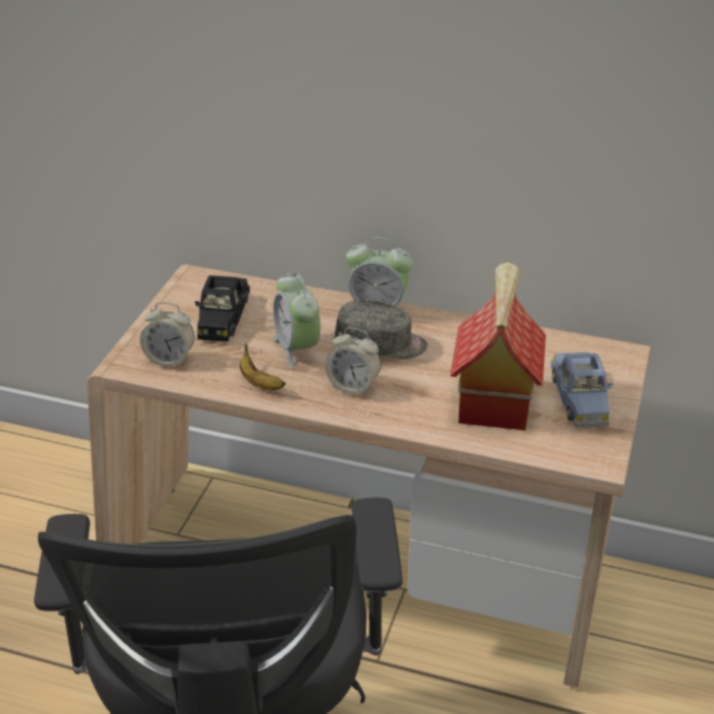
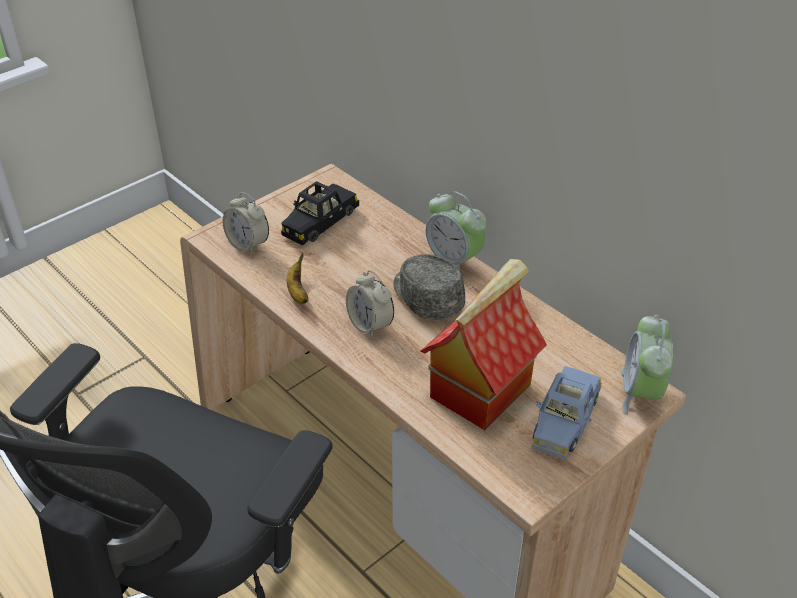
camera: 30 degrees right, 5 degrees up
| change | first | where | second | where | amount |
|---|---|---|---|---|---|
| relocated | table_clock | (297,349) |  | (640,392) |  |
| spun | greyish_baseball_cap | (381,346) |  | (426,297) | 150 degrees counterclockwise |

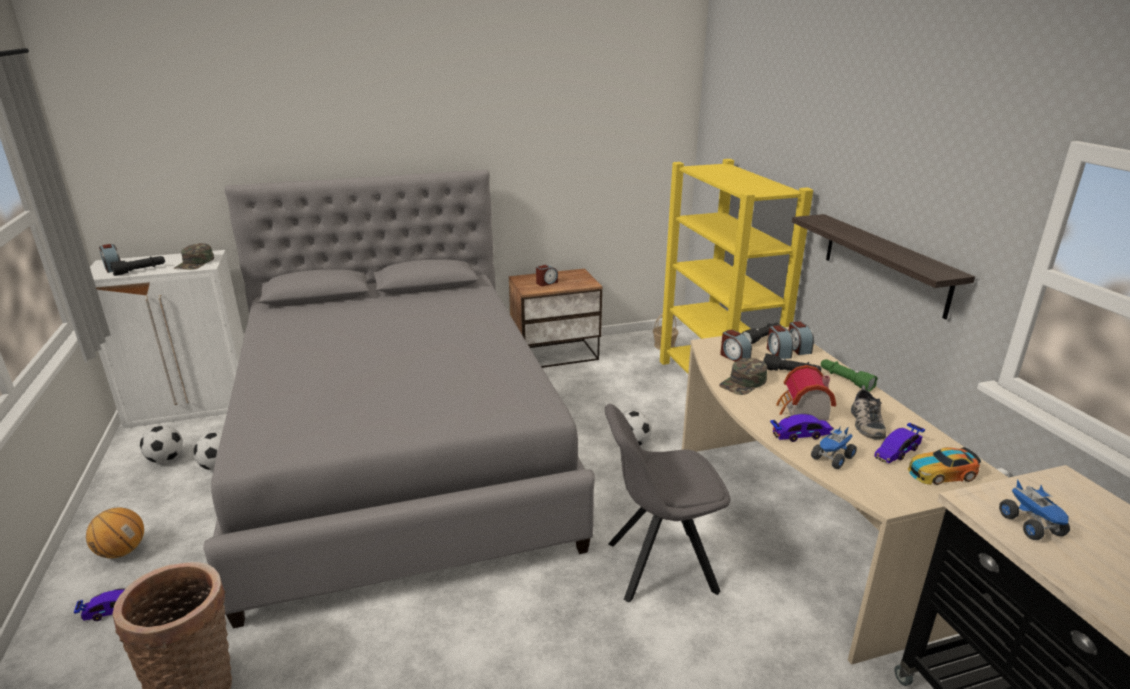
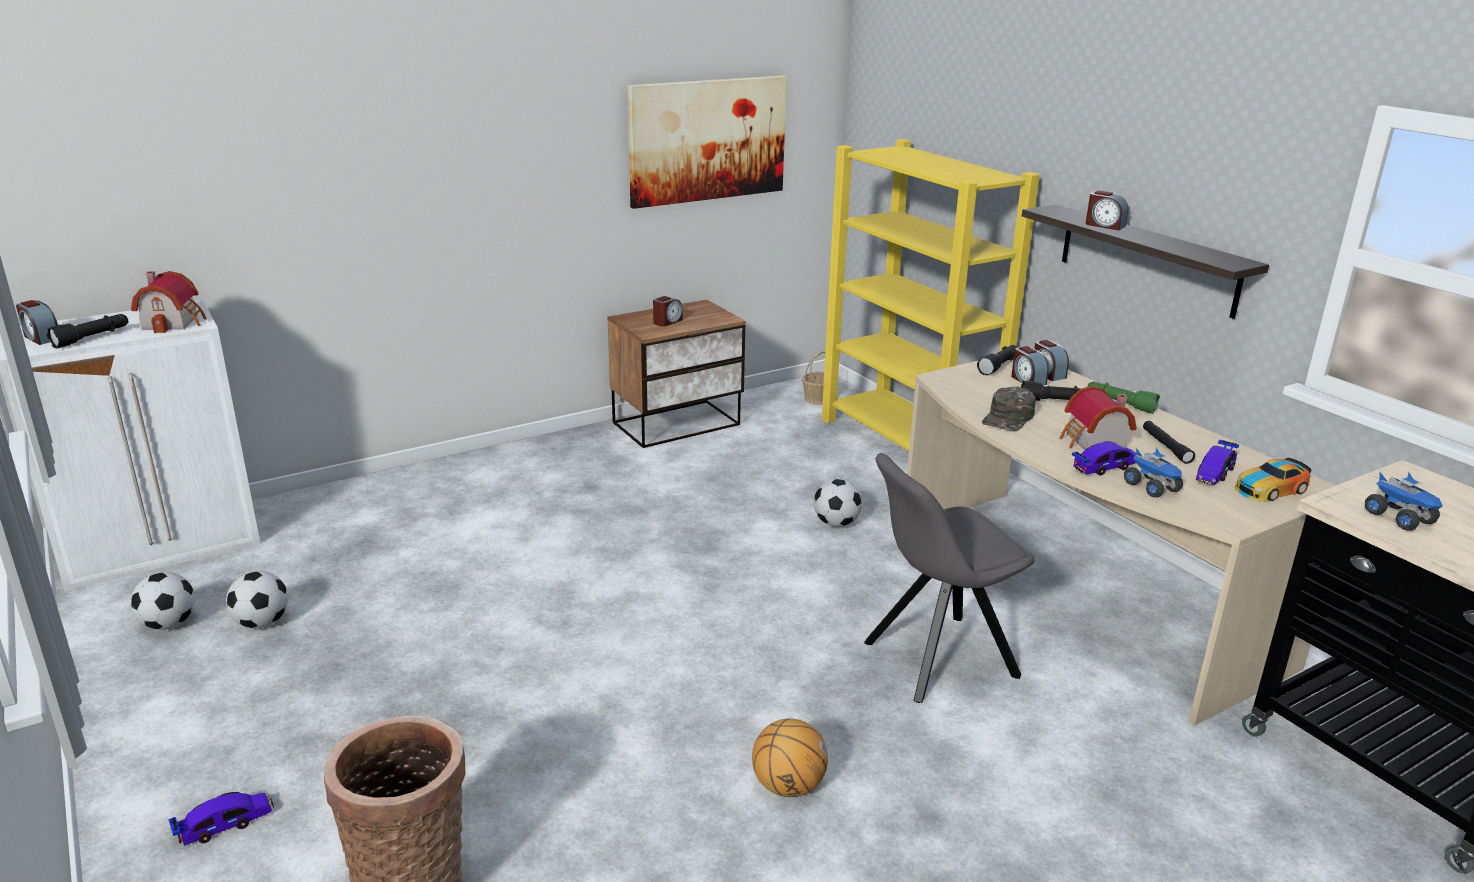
camera: 15 degrees left, 0 degrees up
| change | first | where | second | where | amount |
|---|---|---|---|---|---|
| missing | greyish_bed | (400,450) |  |  |  |
| exchanged | green_baseball_cap | (195,263) | model_house | (174,322) |  |
| relocated | table_clock | (734,357) |  | (1104,225) |  |
| exchanged | shoe | (865,422) | blackish_torch | (1166,447) |  |
| spun | model_truck | (832,458) |  | (1152,487) | 60 degrees counterclockwise |
| relocated | basketball_ball | (121,551) |  | (787,786) |  |
| appeared |  |  | picture | (707,140) |  |

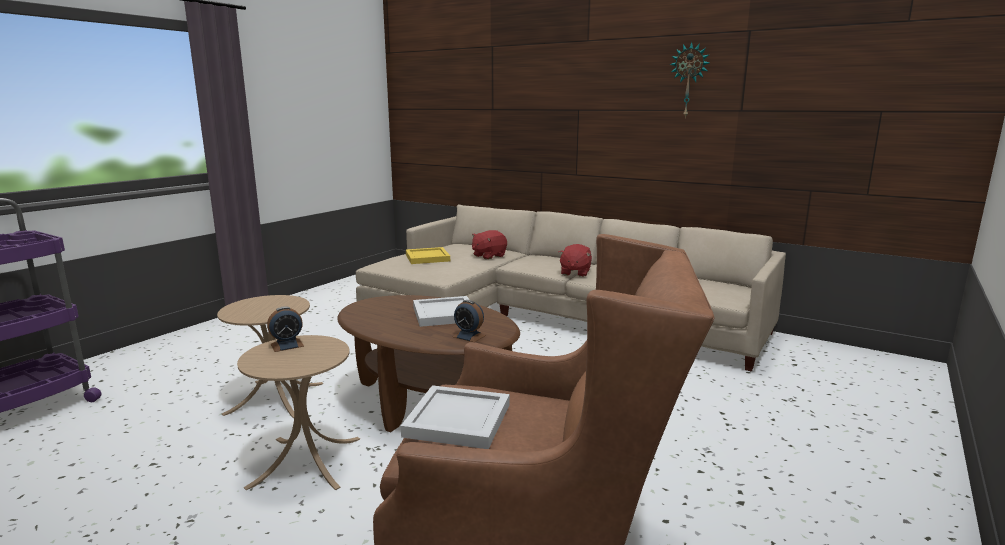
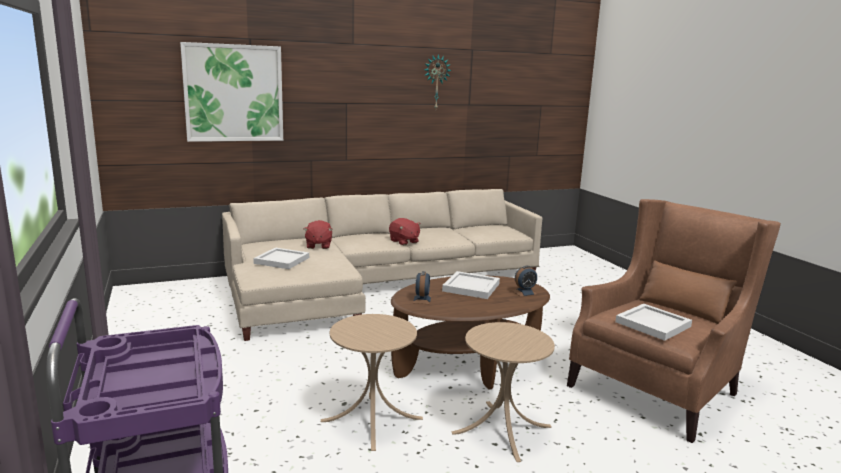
camera: 55 degrees left, 0 degrees up
| change | first | where | second | where | amount |
|---|---|---|---|---|---|
| colour | yellowish_serving_tray | (427,258) | white-coloured_serving_tray | (282,261) |  |
| relocated | table_clock | (287,345) |  | (422,300) |  |
| appeared |  |  | picture | (234,93) |  |

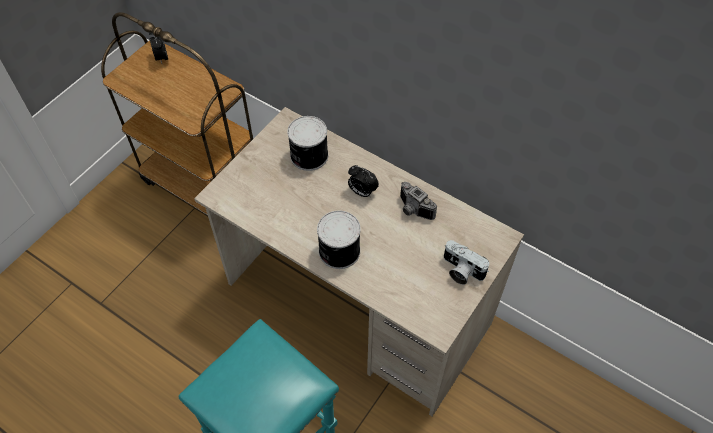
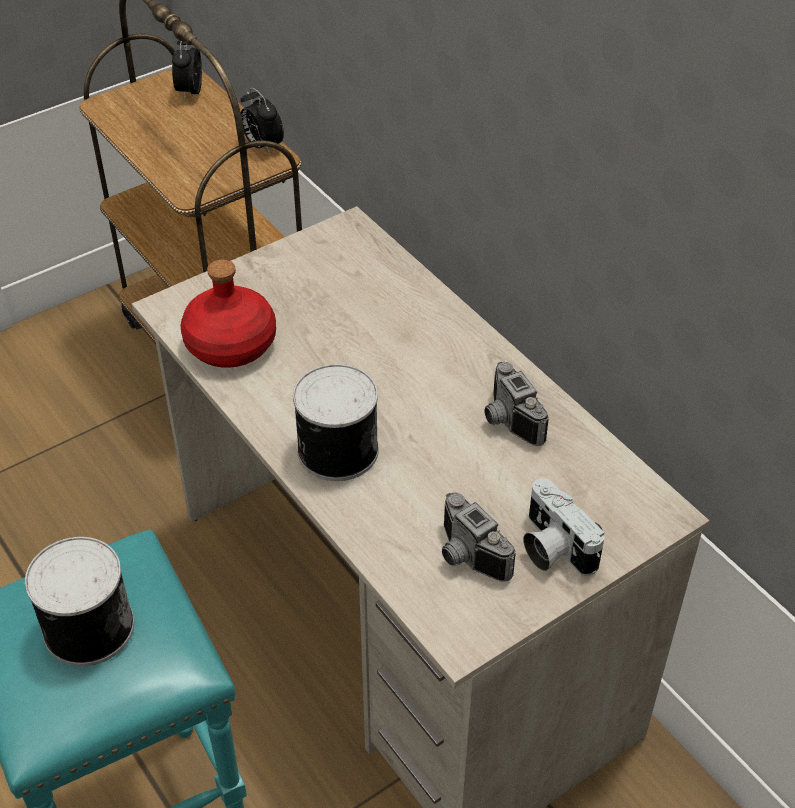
camera: 20 degrees right, 10 degrees down
| change | first | where | second | where | amount |
|---|---|---|---|---|---|
| relocated | can | (308,155) |  | (86,627) |  |
| relocated | table_clock | (362,192) |  | (262,146) |  |
| appeared |  |  | red_beverage_bottle | (230,343) |  |
| appeared |  |  | photo_camera | (466,557) |  |

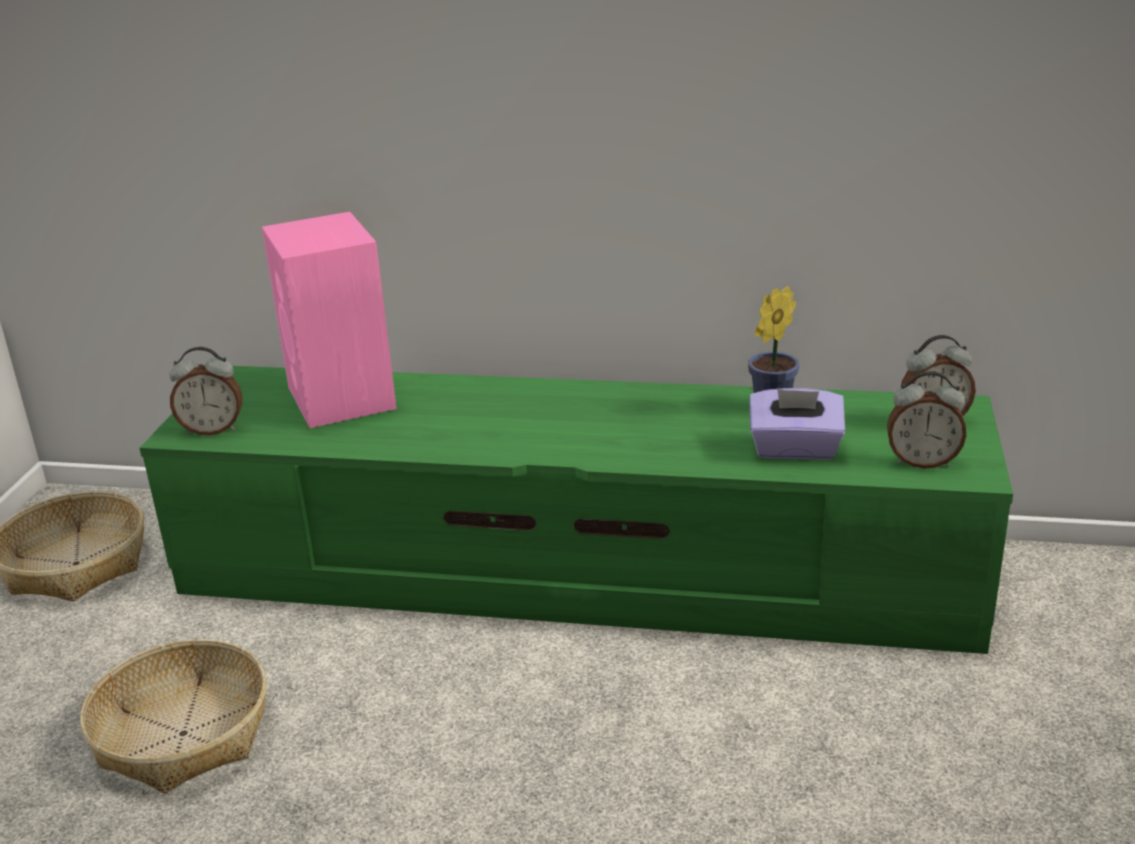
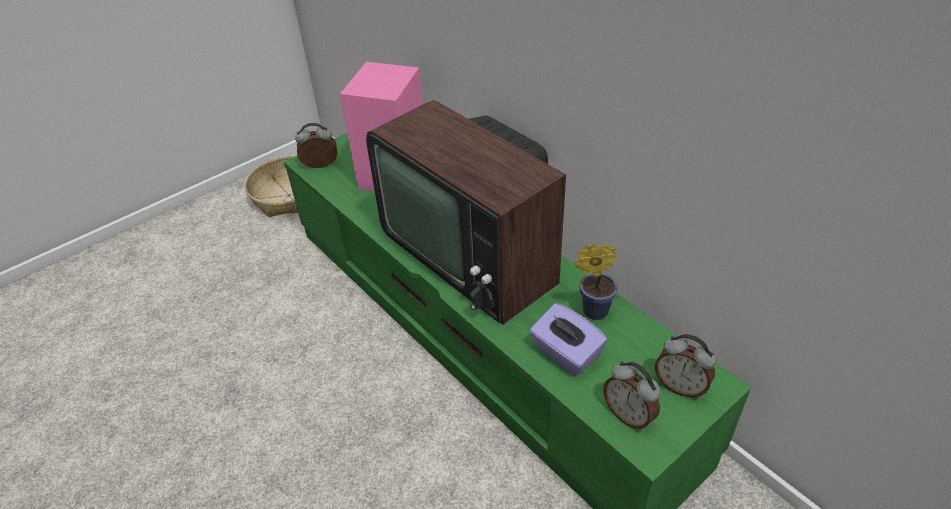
camera: 40 degrees right, 15 degrees up
| change | first | where | second | where | amount |
|---|---|---|---|---|---|
| spun | table_clock | (213,430) |  | (320,166) | 135 degrees clockwise |
| missing | storage_basket | (183,733) |  |  |  |
| appeared |  |  | television | (474,249) |  |

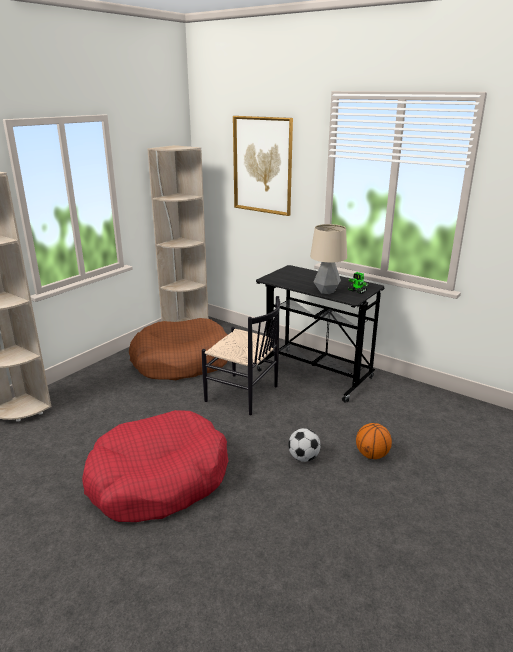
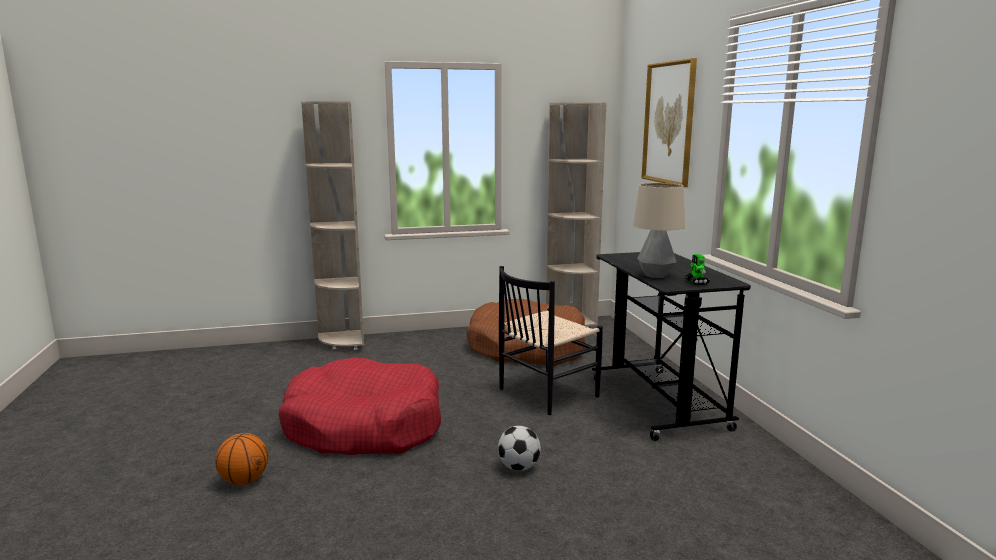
camera: 40 degrees right, 10 degrees down
| change | first | where | second | where | amount |
|---|---|---|---|---|---|
| spun | blackish_chair | (244,395) |  | (545,394) | 75 degrees clockwise |
| relocated | basketball_ball | (372,455) |  | (244,481) |  |

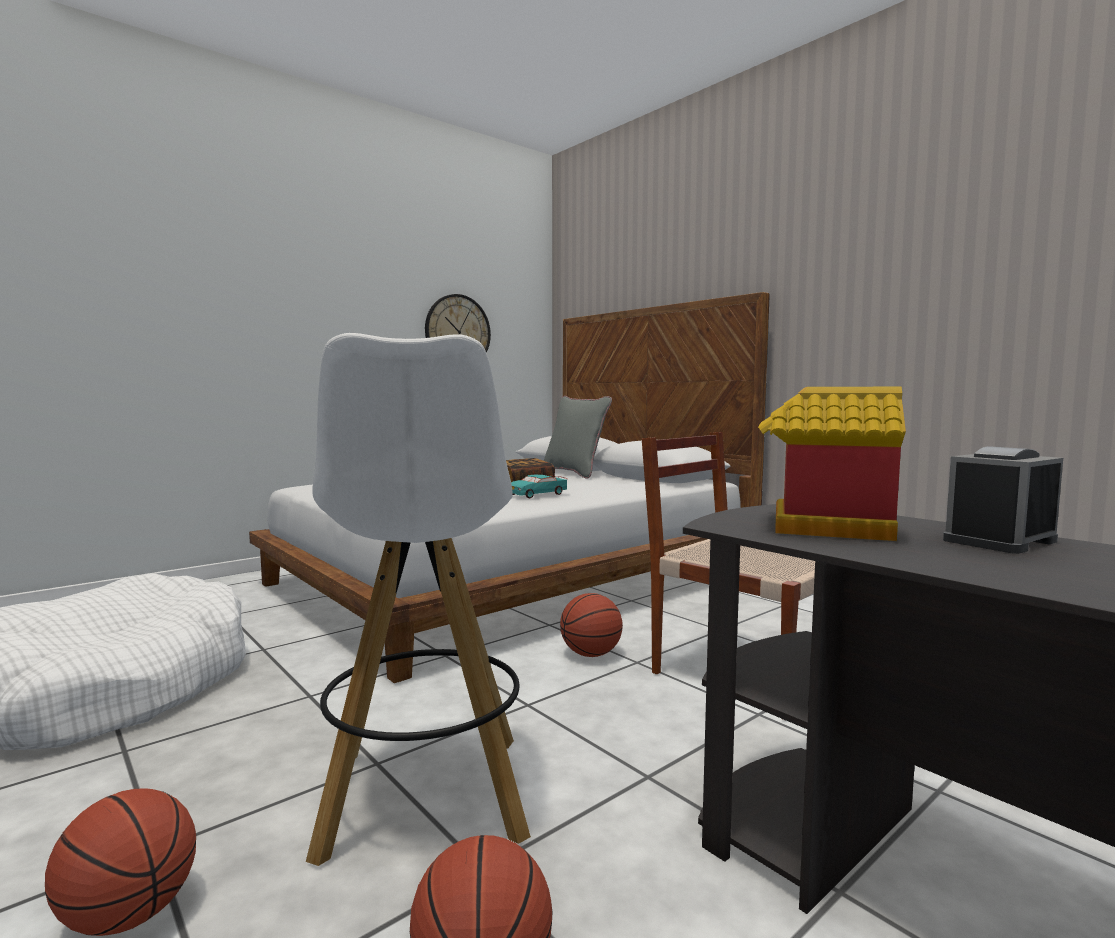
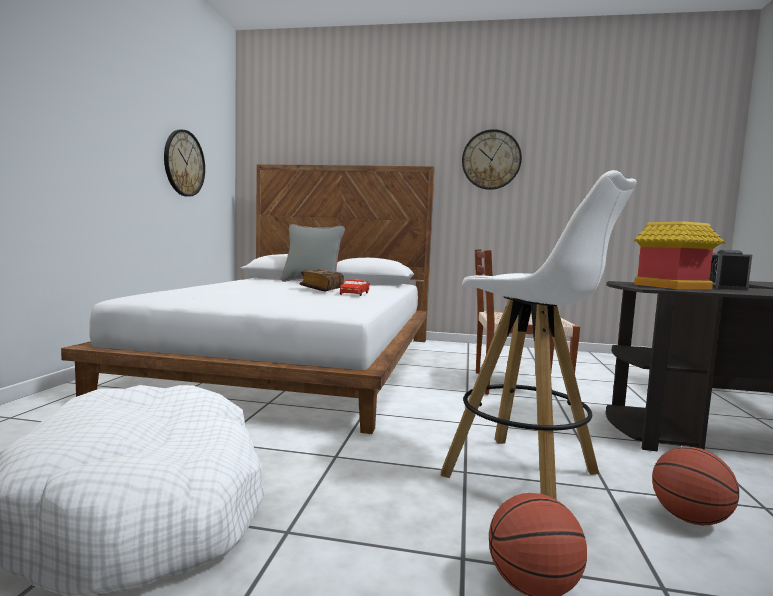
camera: 40 degrees left, 0 degrees up
| change | first | where | second | where | amount |
|---|---|---|---|---|---|
| colour | blue-green_toy_car | (537,494) | red_toy_car | (354,293) |  |
| missing | basketball_ball | (591,654) |  |  |  |
| appeared |  |  | wall_clock | (491,160) |  |

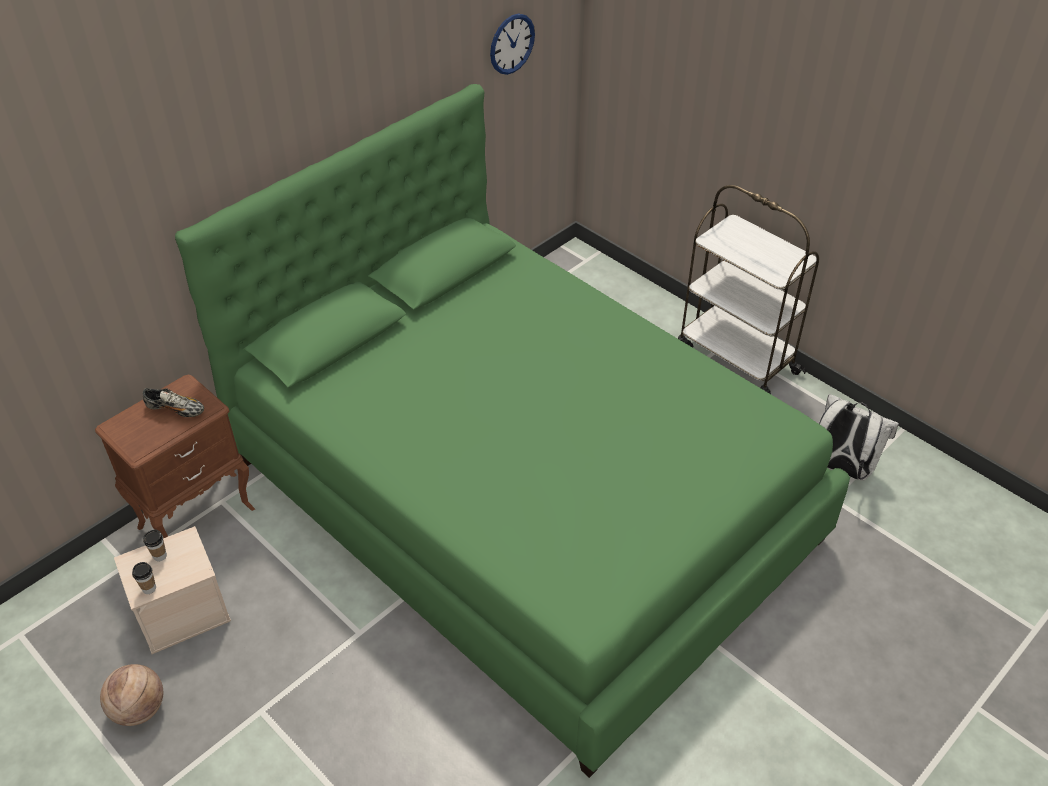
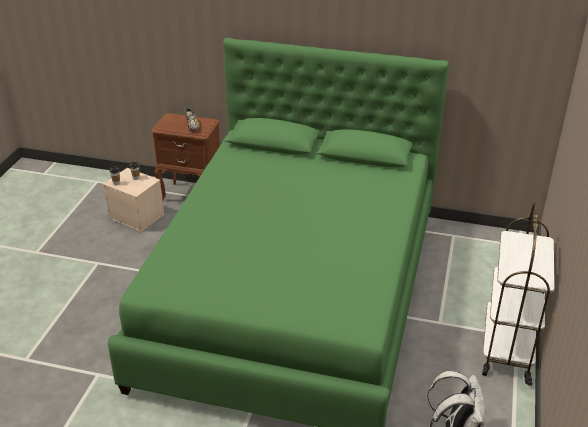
camera: 60 degrees right, 10 degrees down
| change | first | where | second | where | amount |
|---|---|---|---|---|---|
| missing | wall_clock | (512,44) |  |  |  |
| missing | basketball_ball | (139,709) |  |  |  |

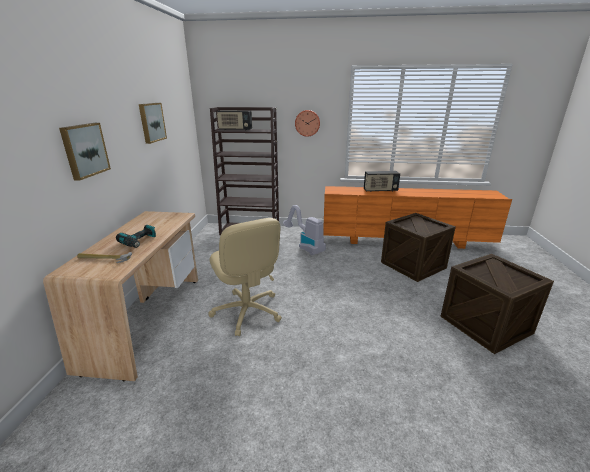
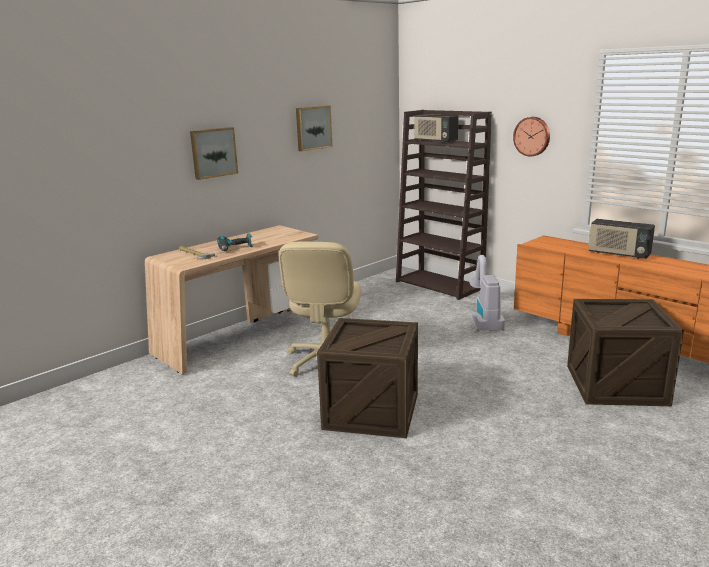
camera: 40 degrees right, 5 degrees down
| change | first | where | second | where | amount |
|---|---|---|---|---|---|
| relocated | shipping_crate | (485,324) |  | (371,411) |  |

